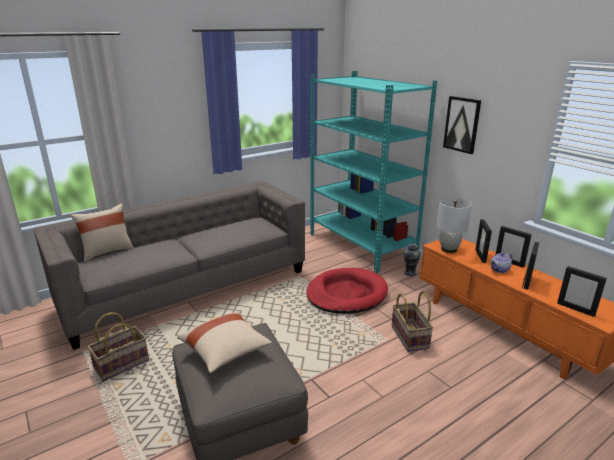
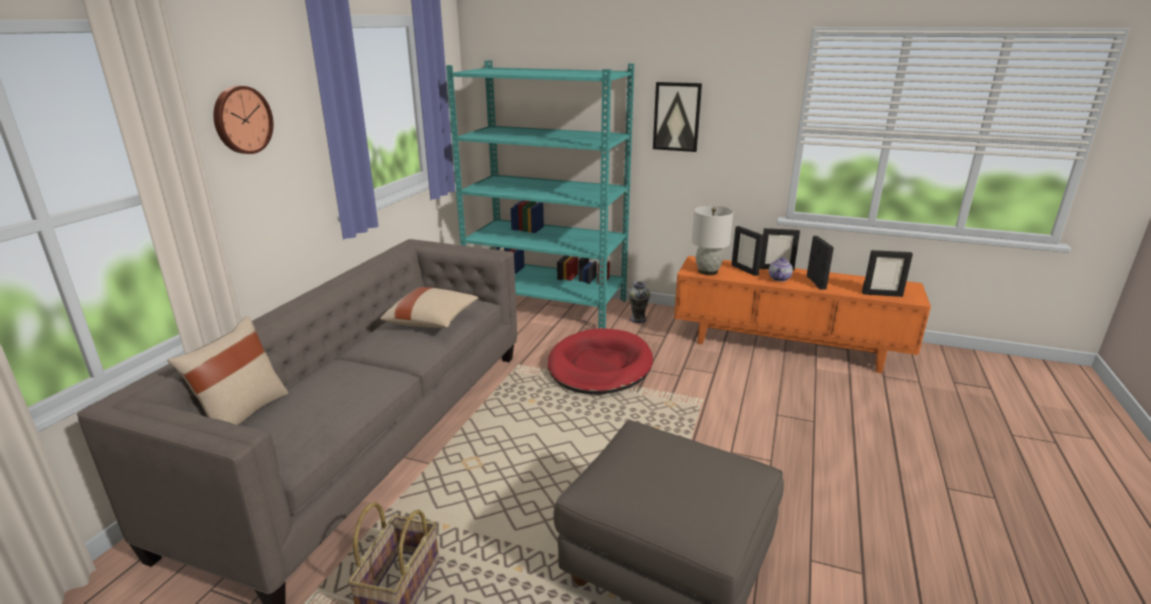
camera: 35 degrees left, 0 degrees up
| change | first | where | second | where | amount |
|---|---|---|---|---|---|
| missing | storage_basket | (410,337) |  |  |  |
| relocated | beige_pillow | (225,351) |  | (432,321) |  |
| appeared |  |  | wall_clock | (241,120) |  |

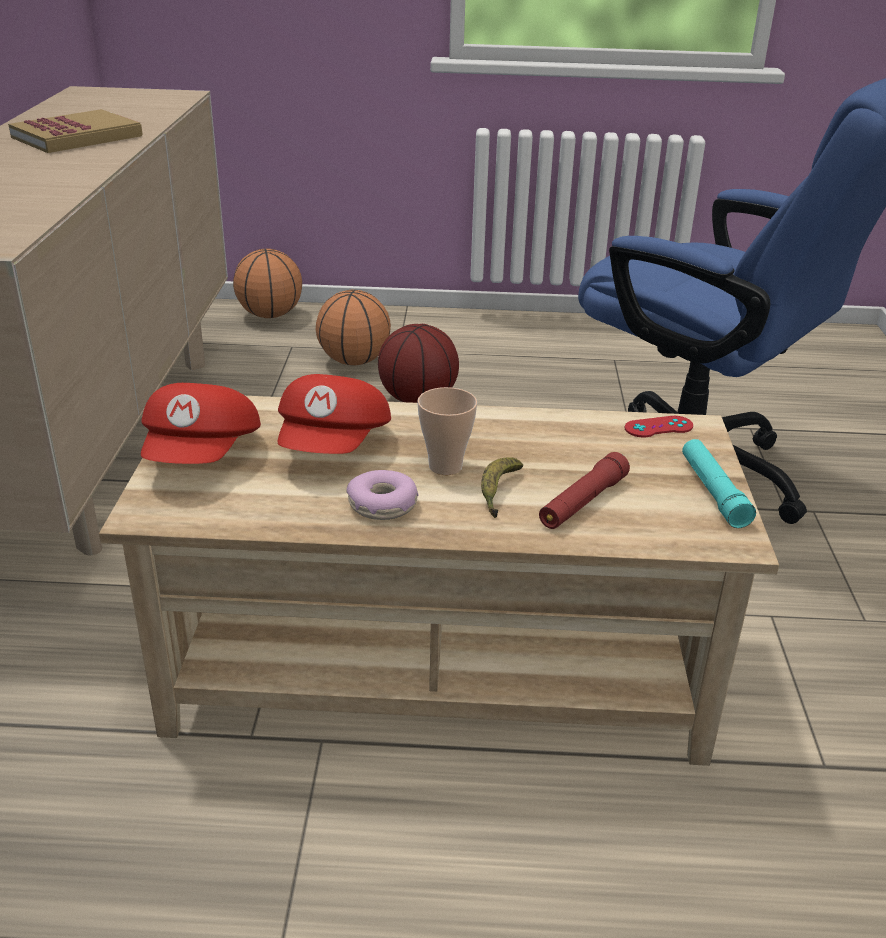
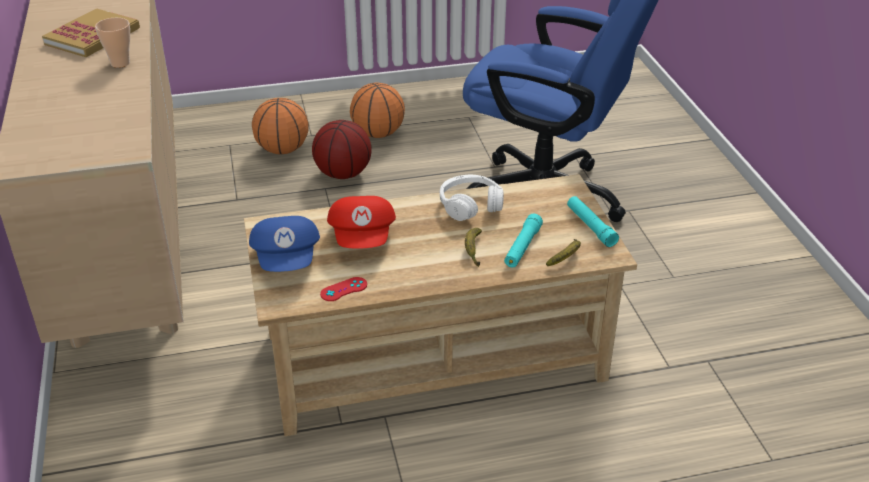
camera: 15 degrees left, 5 degrees up
| change | first | where | second | where | amount |
|---|---|---|---|---|---|
| relocated | basketball_ball | (270,315) |  | (378,134) |  |
| colour | red_baseball_cap | (203,455) | blue_baseball_cap | (287,259) |  |
| relocated | cup | (445,466) |  | (120,63) |  |
| relocated | red_joypad | (658,427) |  | (344,289) |  |
| colour | red_torch | (583,502) | blue-green_torch | (522,247) |  |
| missing | ring_doughnut | (383,505) |  |  |  |
| appeared |  |  | white-coloured_headphones | (470,205) |  |
| appeared |  |  | banana_fruit | (566,257) |  |

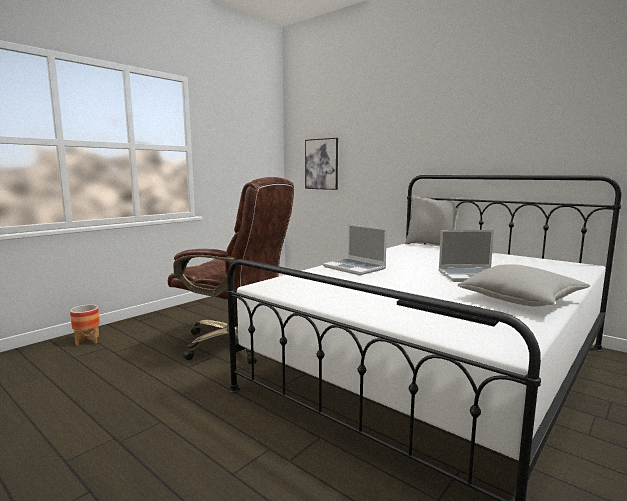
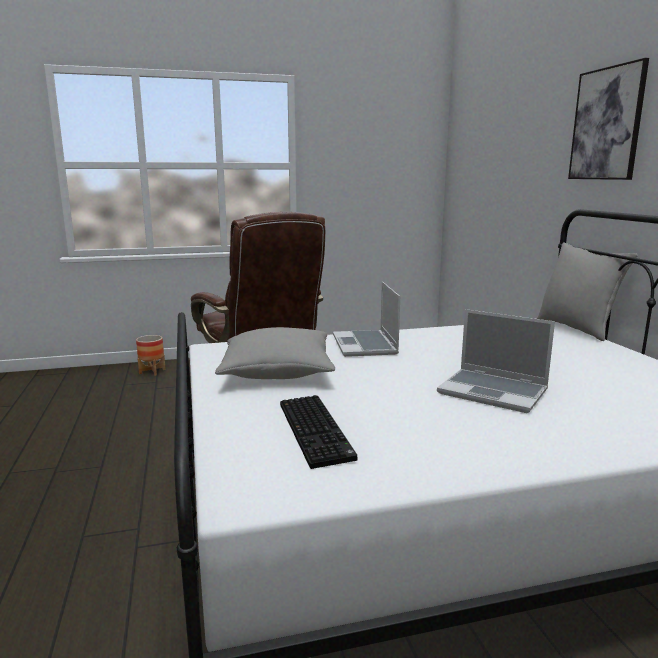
camera: 35 degrees right, 5 degrees up
| change | first | where | second | where | amount |
|---|---|---|---|---|---|
| relocated | picture | (321,164) |  | (607,124) |  |
| relocated | greyish_pillow | (521,300) |  | (277,372) |  |

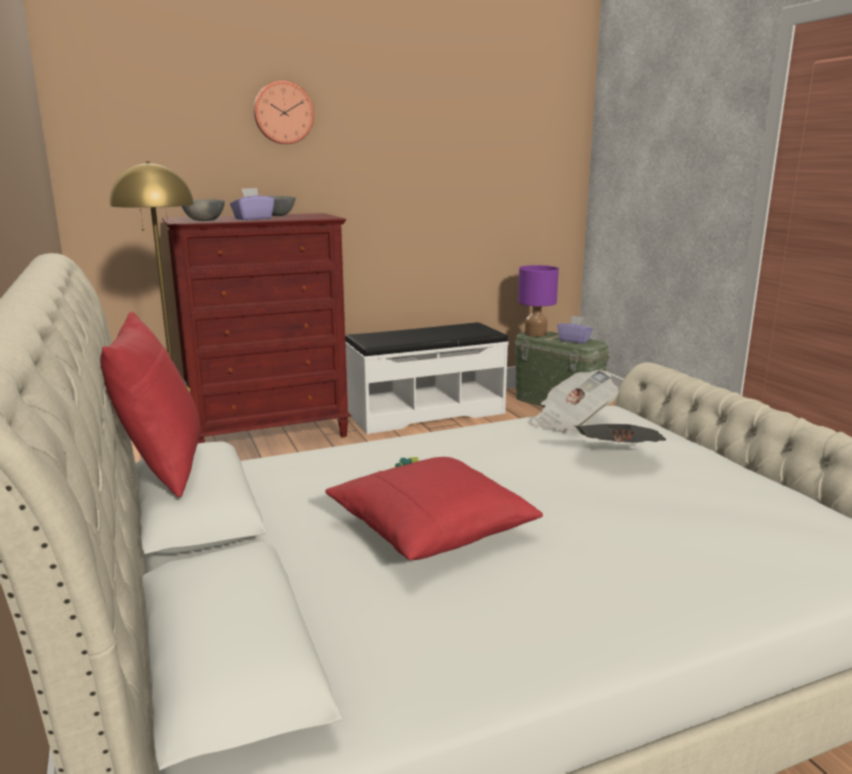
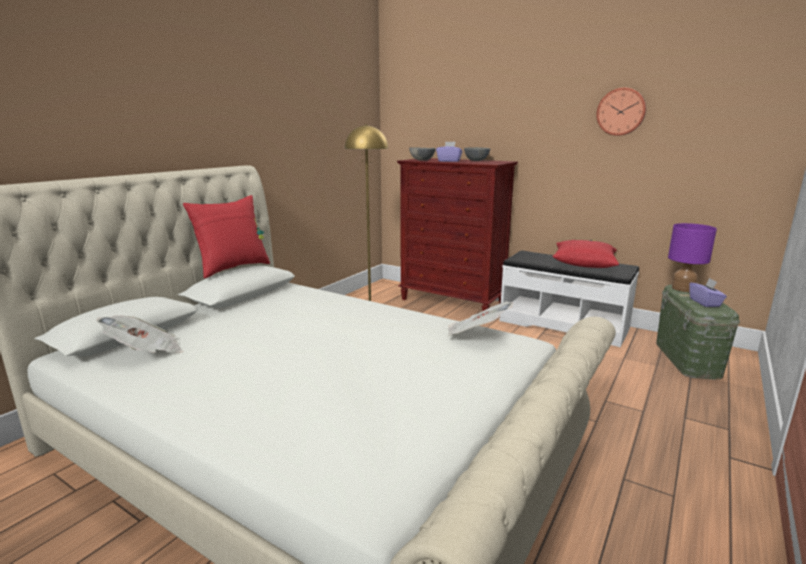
camera: 55 degrees right, 0 degrees up
| change | first | where | second | where | amount |
|---|---|---|---|---|---|
| relocated | wall_clock | (283,113) |  | (621,112) |  |
| relocated | newspaper | (617,457) |  | (146,352) |  |
| relocated | red_pillow | (431,531) |  | (584,264) |  |

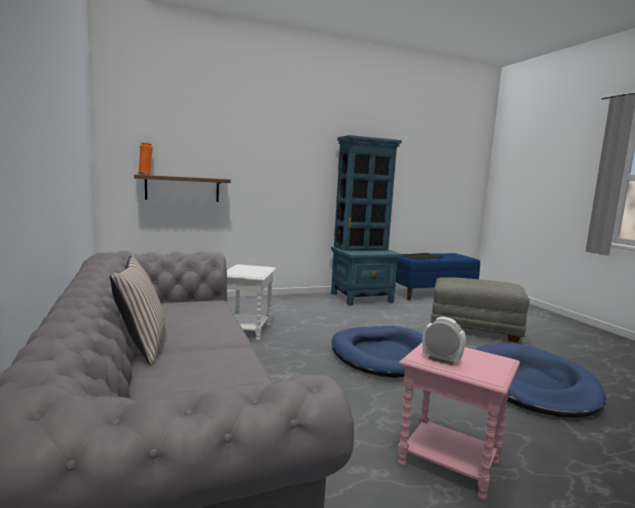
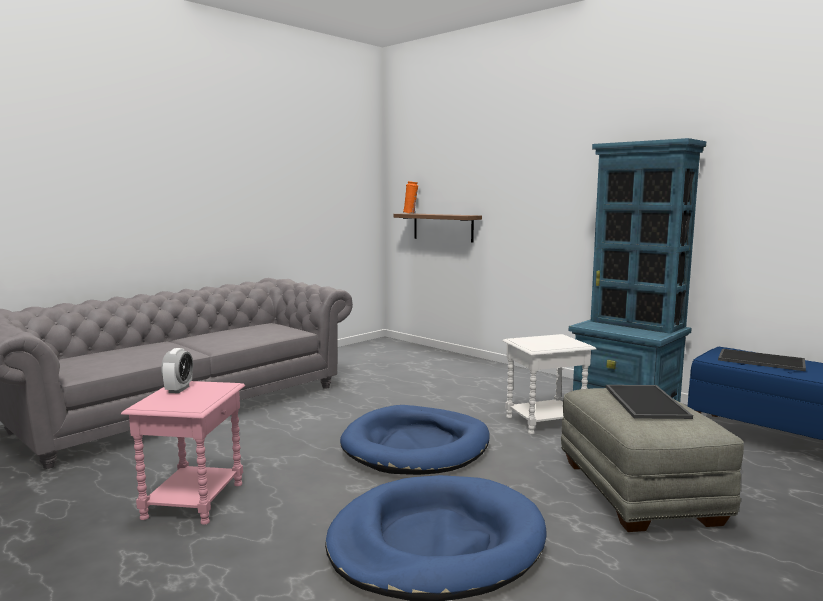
camera: 65 degrees right, 0 degrees up
| change | first | where | second | where | amount |
|---|---|---|---|---|---|
| missing | beige_pillow | (141,346) |  |  |  |
| relocated | white-coloured_side_table | (248,329) |  | (545,421) |  |
| appeared |  |  | serving_tray | (644,401) |  |

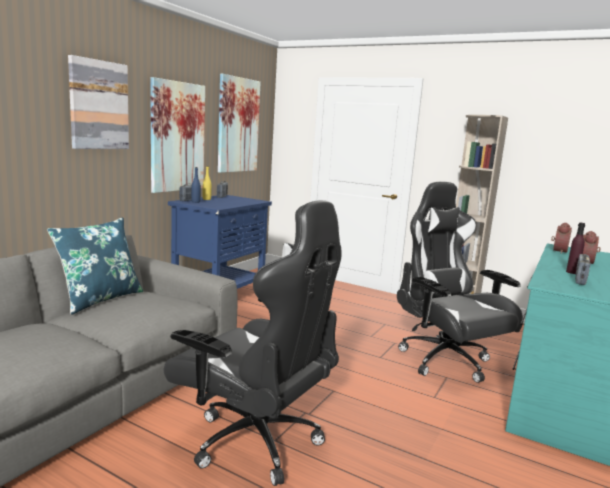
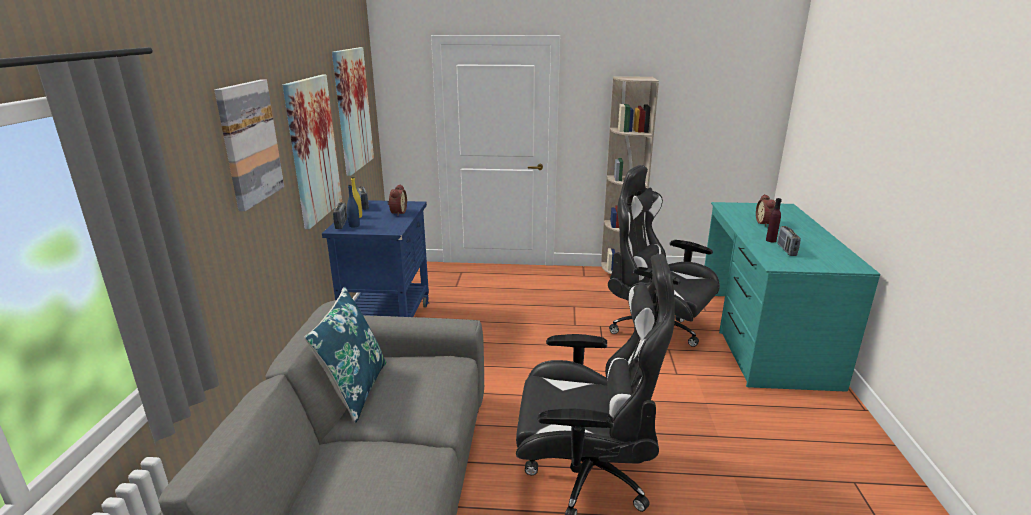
camera: 25 degrees left, 10 degrees up
| change | first | where | second | where | amount |
|---|---|---|---|---|---|
| relocated | table_clock | (558,251) |  | (397,213) |  |

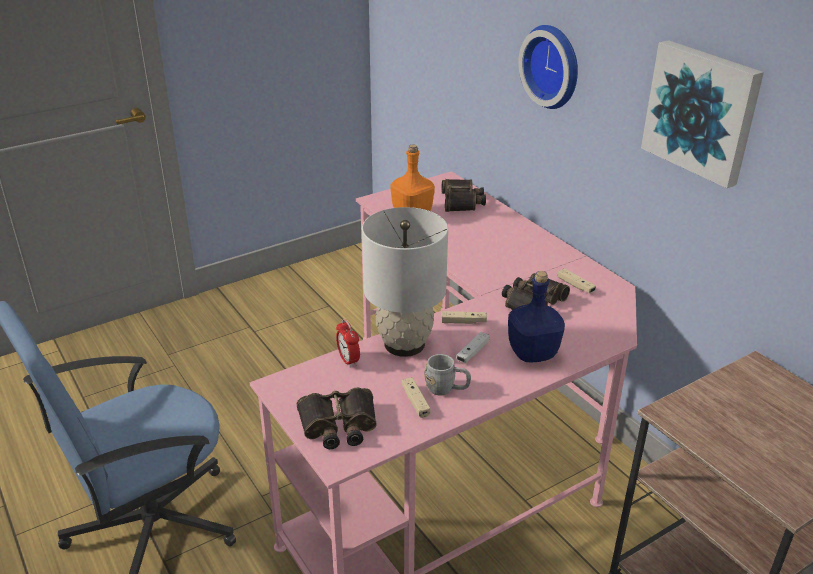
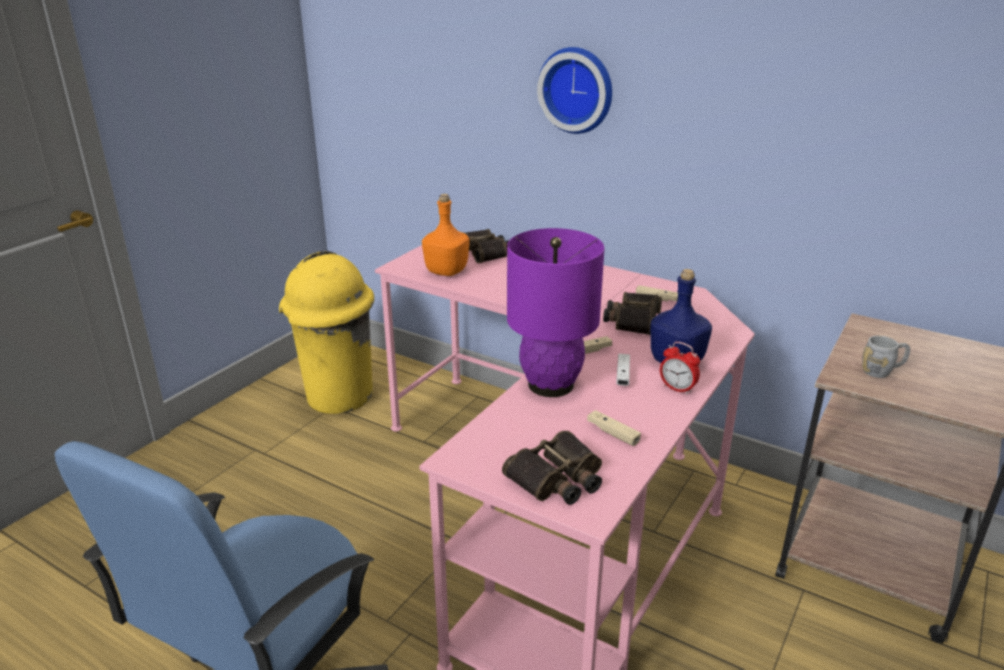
camera: 25 degrees left, 5 degrees down
| change | first | where | second | where | amount |
|---|---|---|---|---|---|
| missing | picture | (702,111) |  |  |  |
| colour | white-coloured_table_lamp | (405,344) | purple-coloured_table_lamp | (551,385) |  |
| relocated | table_clock | (348,360) |  | (677,389) |  |
| relocated | greyish_coffee_mug | (446,389) |  | (882,371) |  |
| appeared |  |  | yellowish_waste_bin | (338,396) |  |

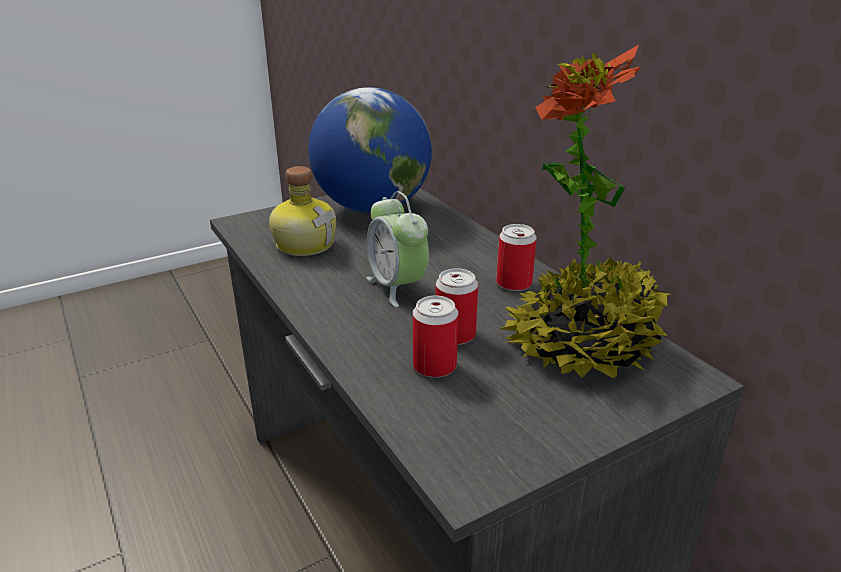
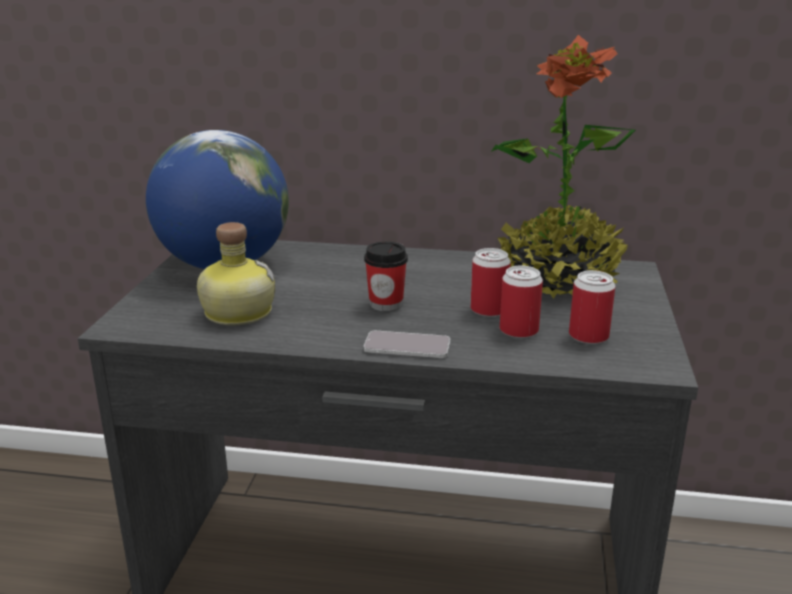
camera: 50 degrees left, 5 degrees down
| change | first | where | second | where | amount |
|---|---|---|---|---|---|
| exchanged | table_clock | (397,287) | cup | (386,304) |  |
| relocated | can | (514,283) |  | (588,336) |  |
| appeared |  |  | phone | (407,346) |  |

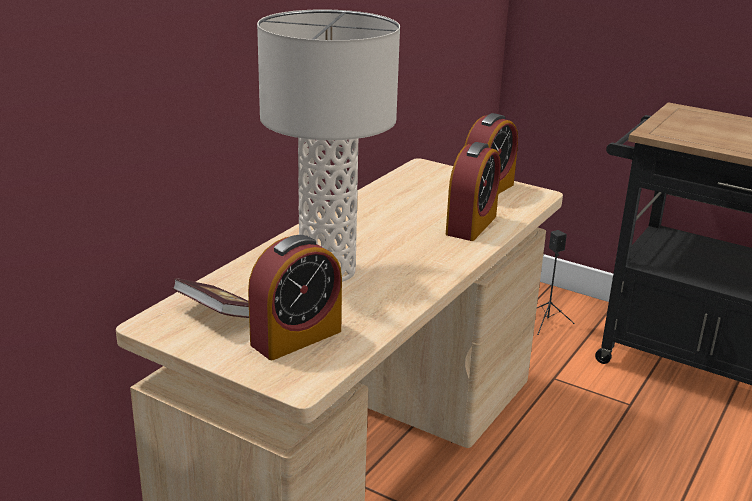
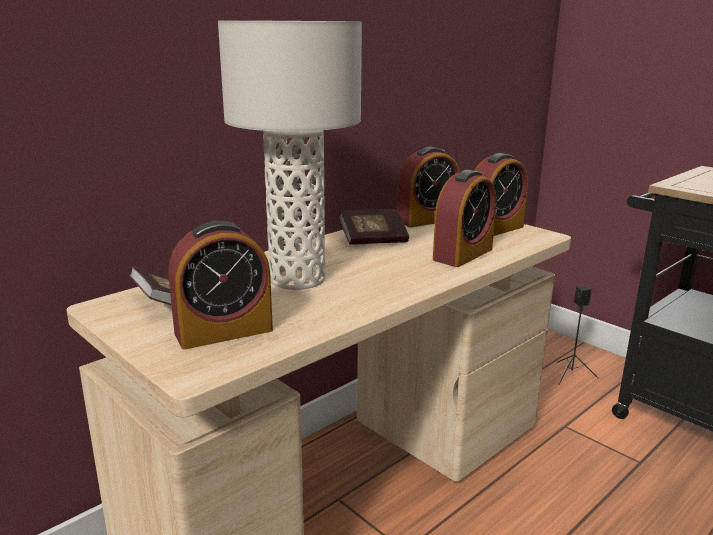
camera: 15 degrees right, 5 degrees down
| change | first | where | second | where | amount |
|---|---|---|---|---|---|
| appeared |  |  | table_clock | (427,220) |  |
| appeared |  |  | volume | (373,240) |  |

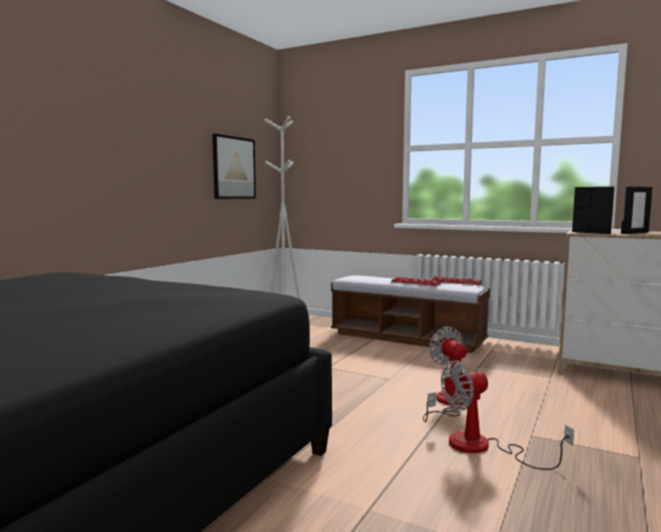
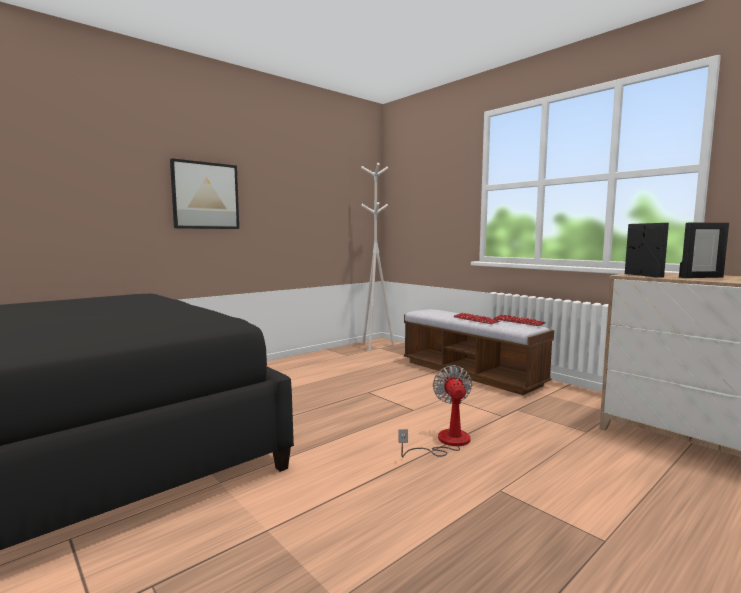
camera: 20 degrees right, 0 degrees up
| change | first | where | second | where | amount |
|---|---|---|---|---|---|
| relocated | picture | (234,168) |  | (205,195) |  |
| missing | fan | (483,447) |  |  |  |

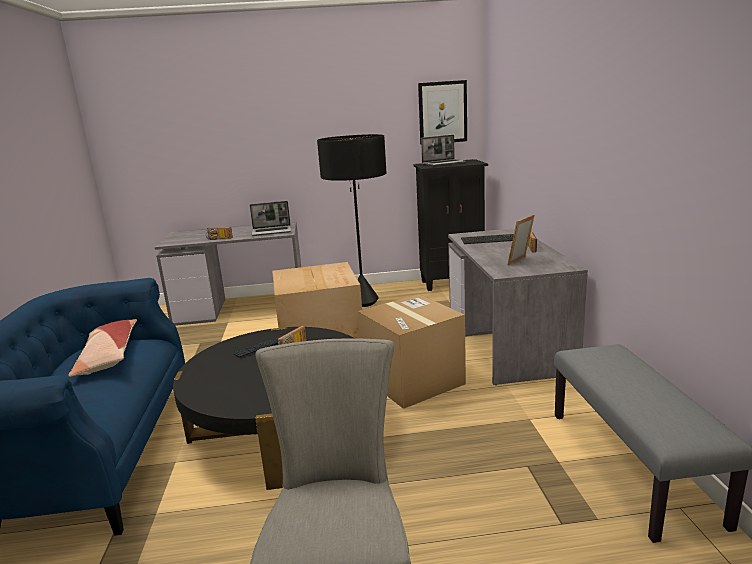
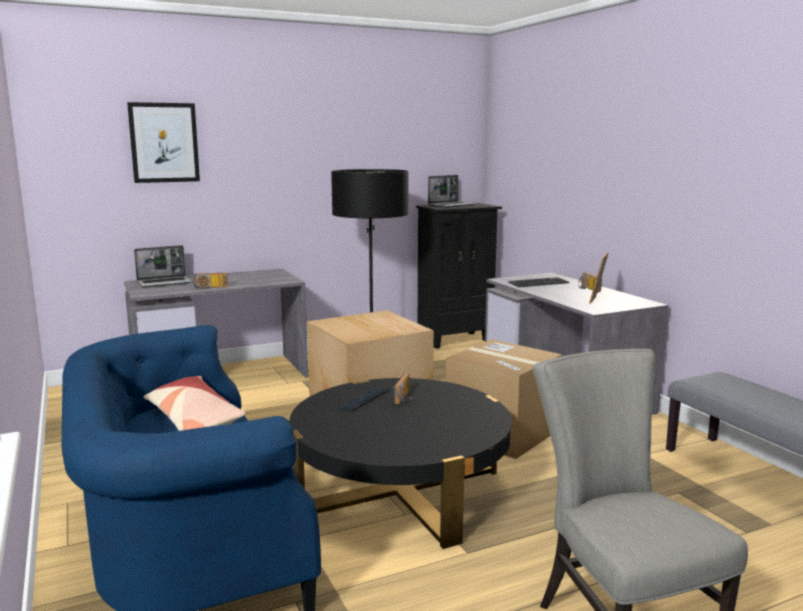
camera: 20 degrees left, 5 degrees down
| change | first | where | second | where | amount |
|---|---|---|---|---|---|
| relocated | picture | (442,112) |  | (164,142) |  |
| relocated | laptop | (272,231) |  | (165,283) |  |

